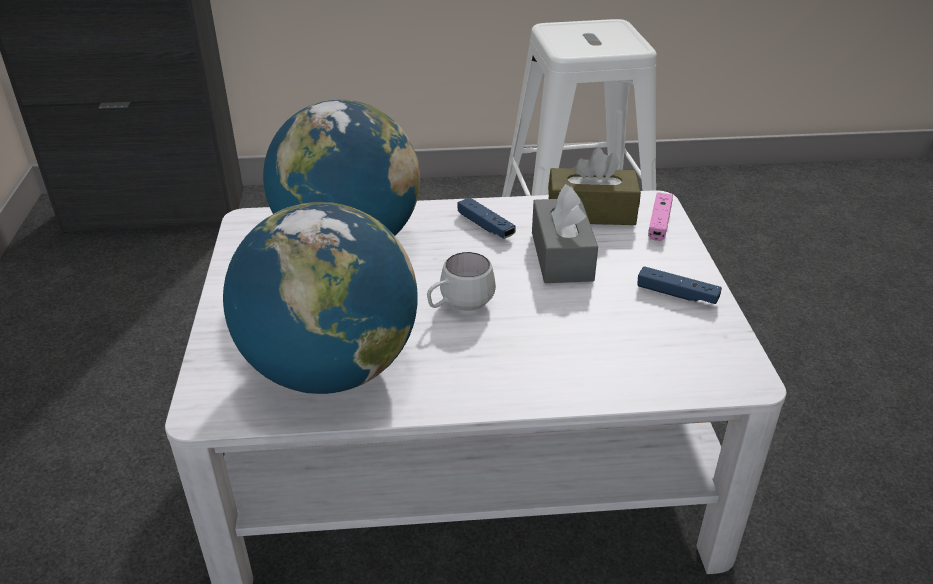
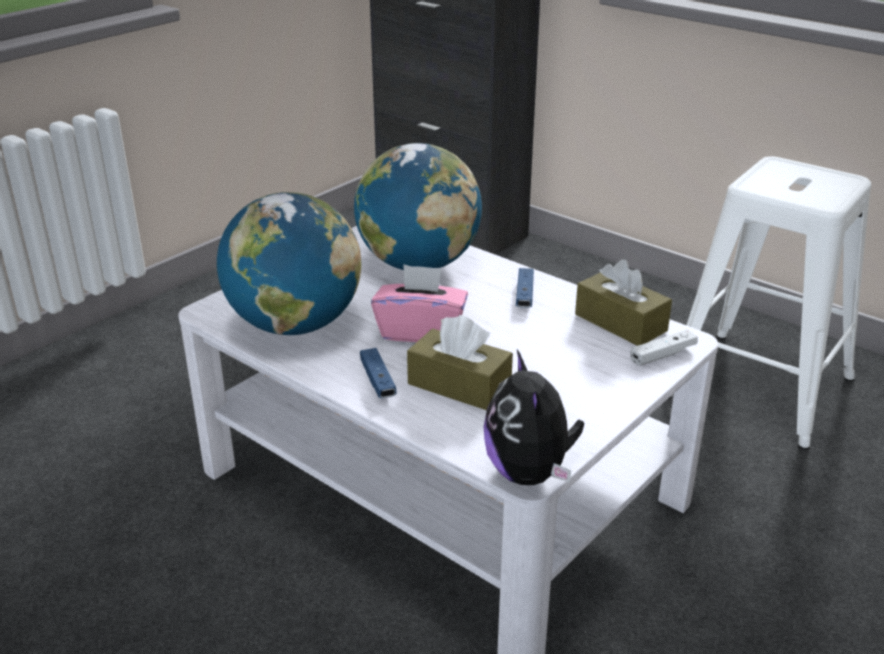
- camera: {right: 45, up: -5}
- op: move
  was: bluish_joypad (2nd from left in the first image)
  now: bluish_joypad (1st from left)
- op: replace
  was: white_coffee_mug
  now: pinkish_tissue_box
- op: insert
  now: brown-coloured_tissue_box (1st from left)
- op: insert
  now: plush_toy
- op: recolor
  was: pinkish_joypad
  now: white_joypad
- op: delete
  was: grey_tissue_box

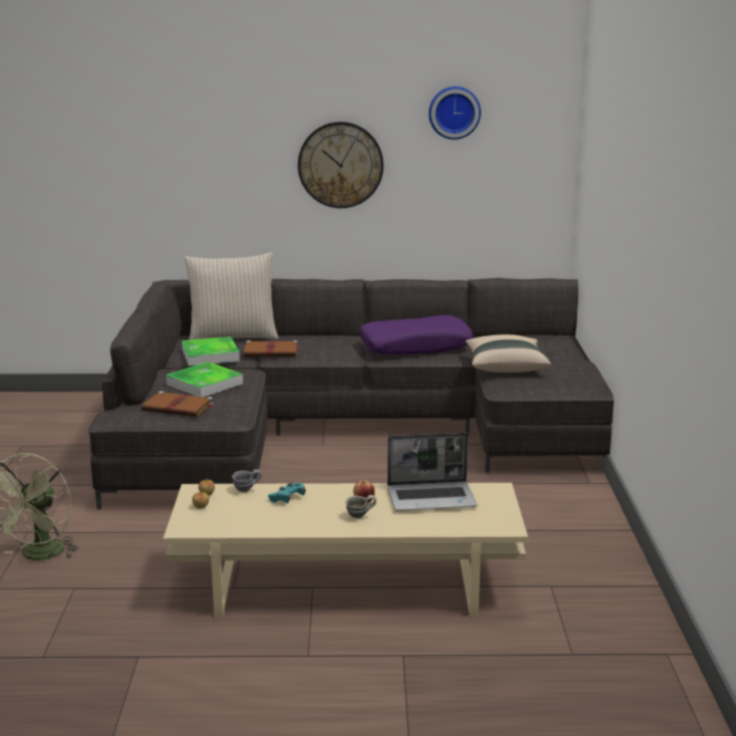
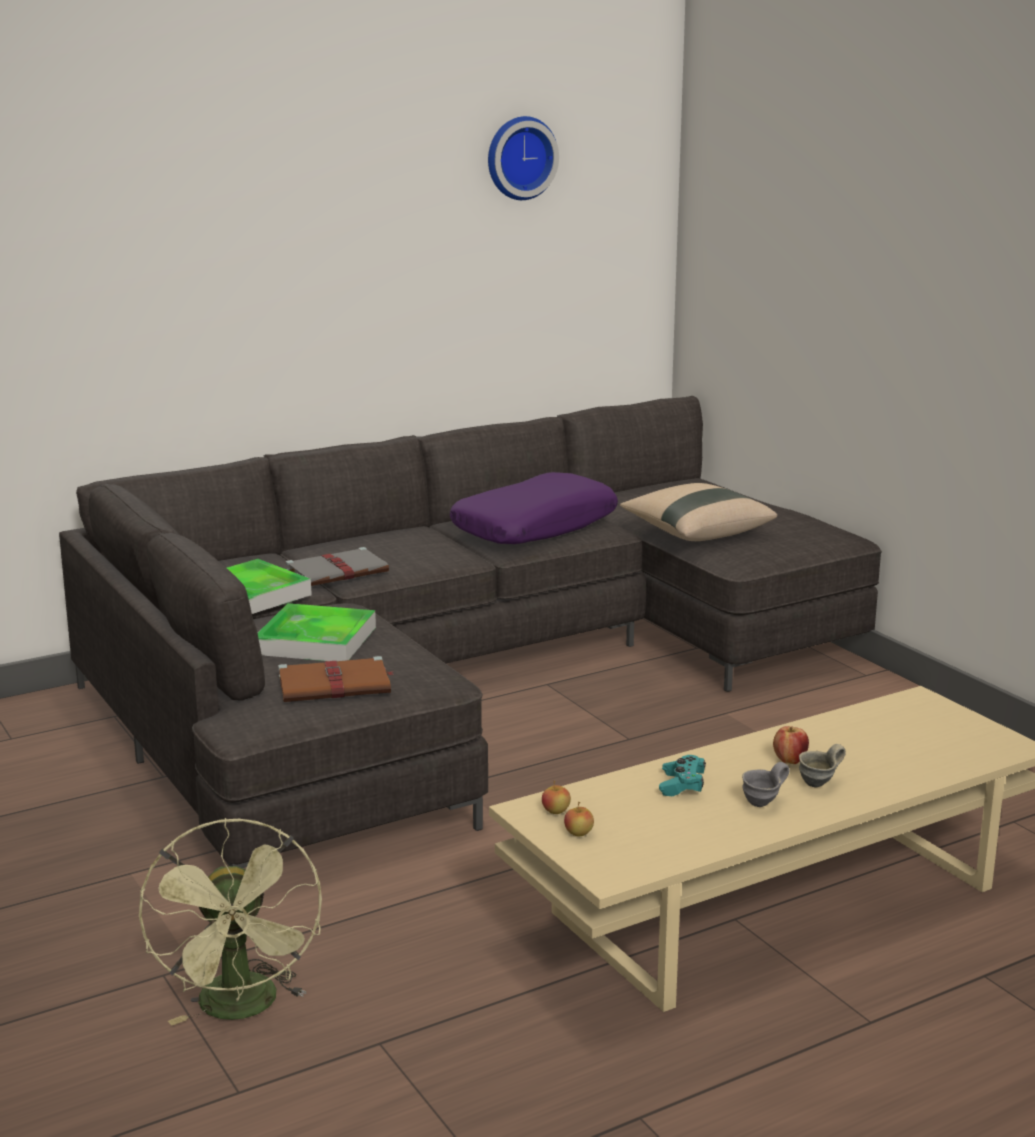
- camera: {right: -30, up: 0}
- op: recolor
  was: brown-coloured_bound_book (2nd from left)
  now: grey_bound_book
- op: move
  was: grey_coffee_mug (1st from left)
- op: delete
  was: beige-coloured_cushion (1st from left)
- op: delete
  was: clock_on_the_wall (1st from left)
- op: delete
  was: laptop

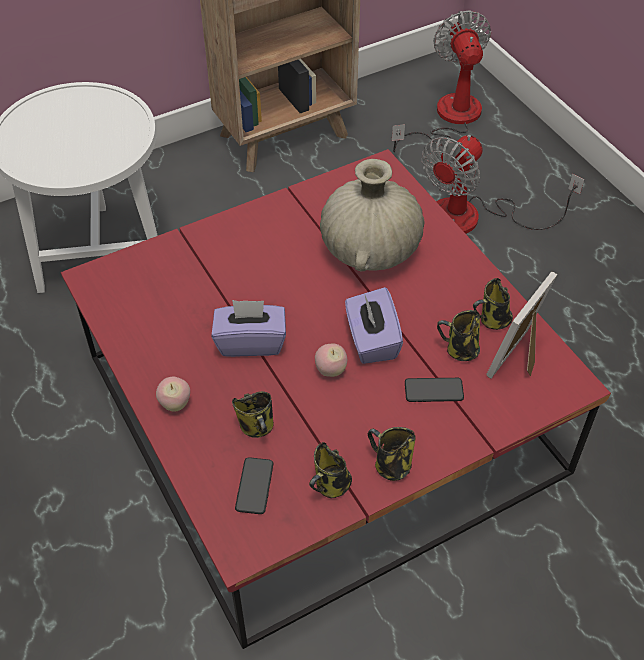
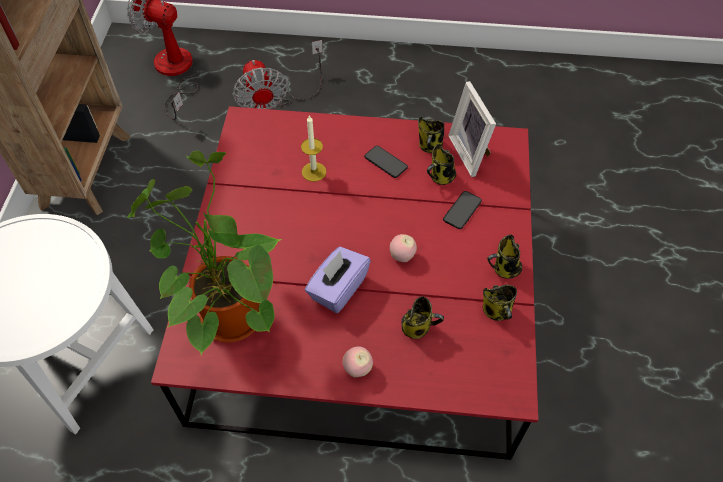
- camera: {right: -55, up: 5}
- op: insert
  now: potted_plant
- op: replace
  was: beige-coloured_vase
  now: candle
- op: move
  was: telephone (1st from left)
- op: delete
  was: purplish_tissue_box (2nd from left)

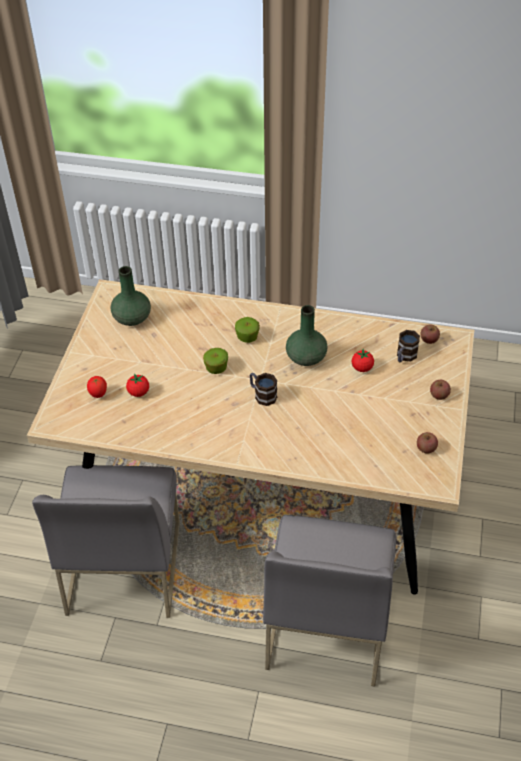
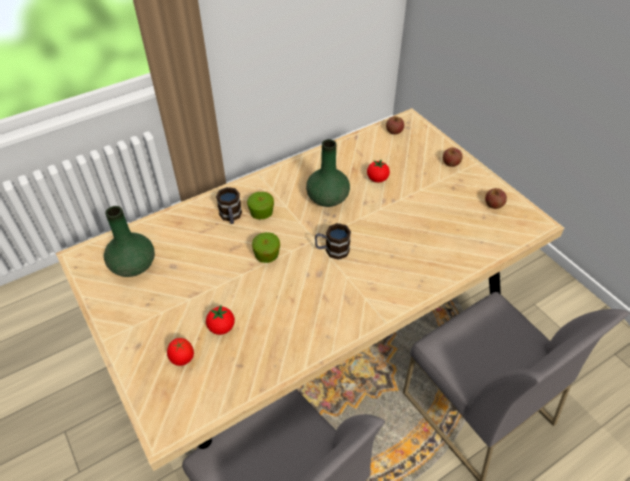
- camera: {right: -45, up: 0}
- op: move
  was: coffee_mug (2nd from left in the first image)
  now: coffee_mug (1st from left)

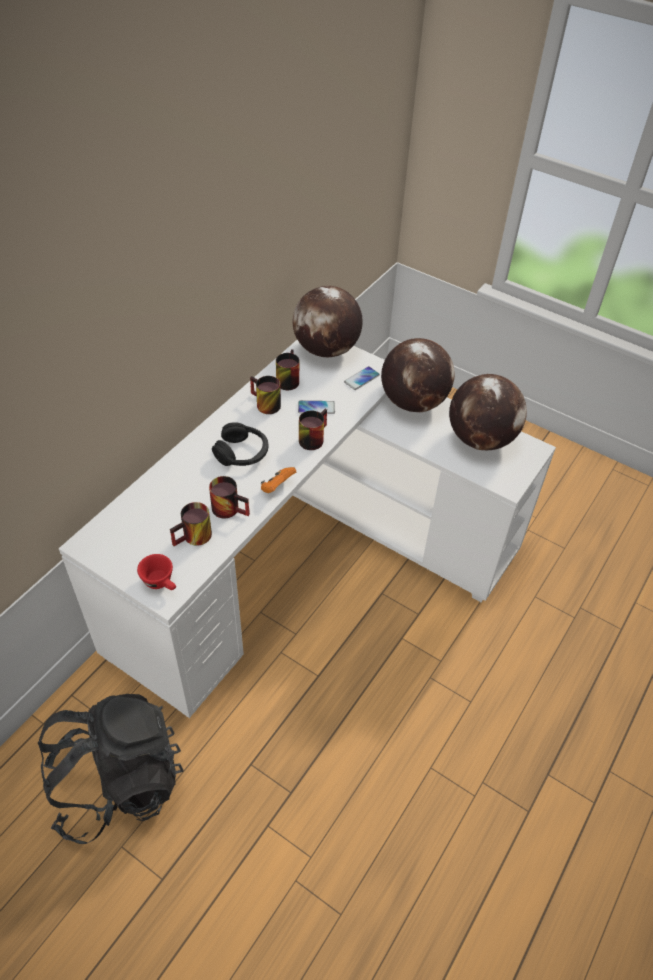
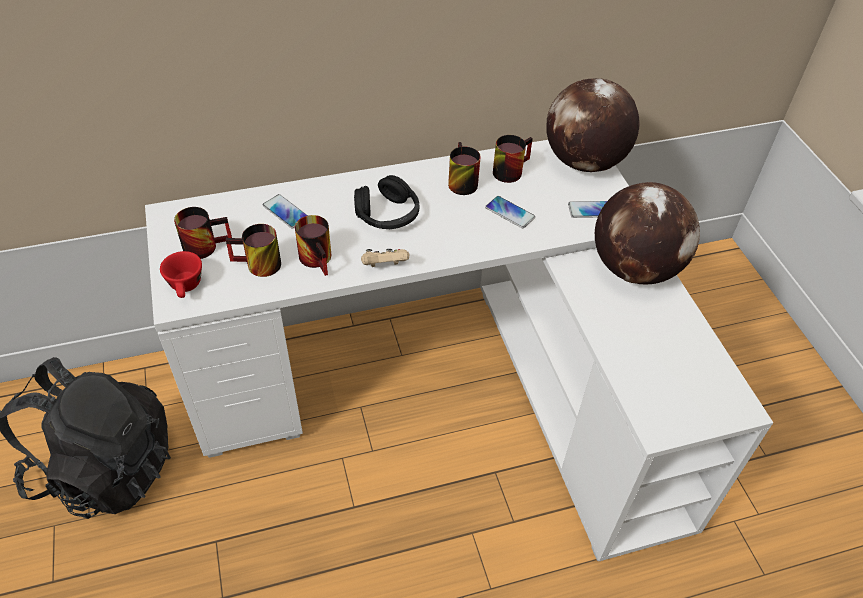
- camera: {right: 40, up: 0}
- op: move
  was: coffee_mug (5th from left in the first image)
  now: coffee_mug (1st from left)
- op: insert
  now: telephone (1st from left)
- op: recolor
  was: orange-coloured_joypad
  now: beige-coloured_joypad
- op: delete
  was: world_globe (3rd from left)

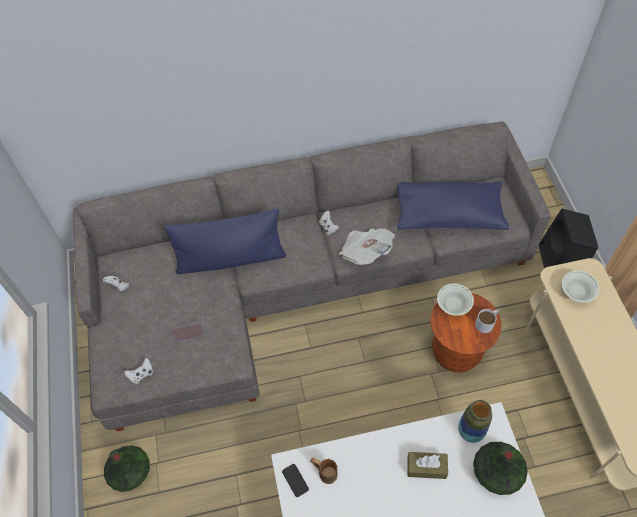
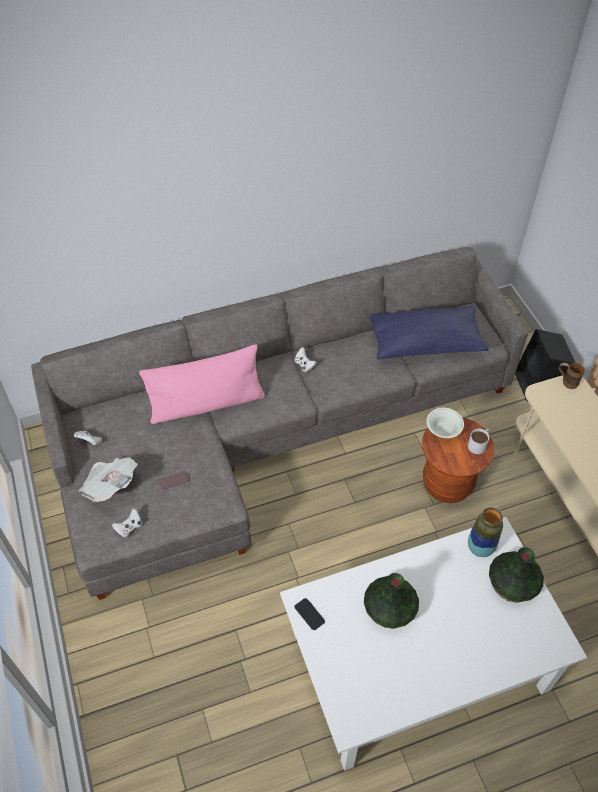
- camera: {right: -10, up: -5}
- op: move
  was: newspaper
- op: recolor
  was: bluish_cushion (1st from left)
  now: pinkish_cushion
- op: move
  was: vase (1st from left)
- op: move
  was: brown-coloured_coffee_mug
- op: delete
  was: brown-coloured_tissue_box
- op: delete
  was: white_deep_dish (2nd from left)

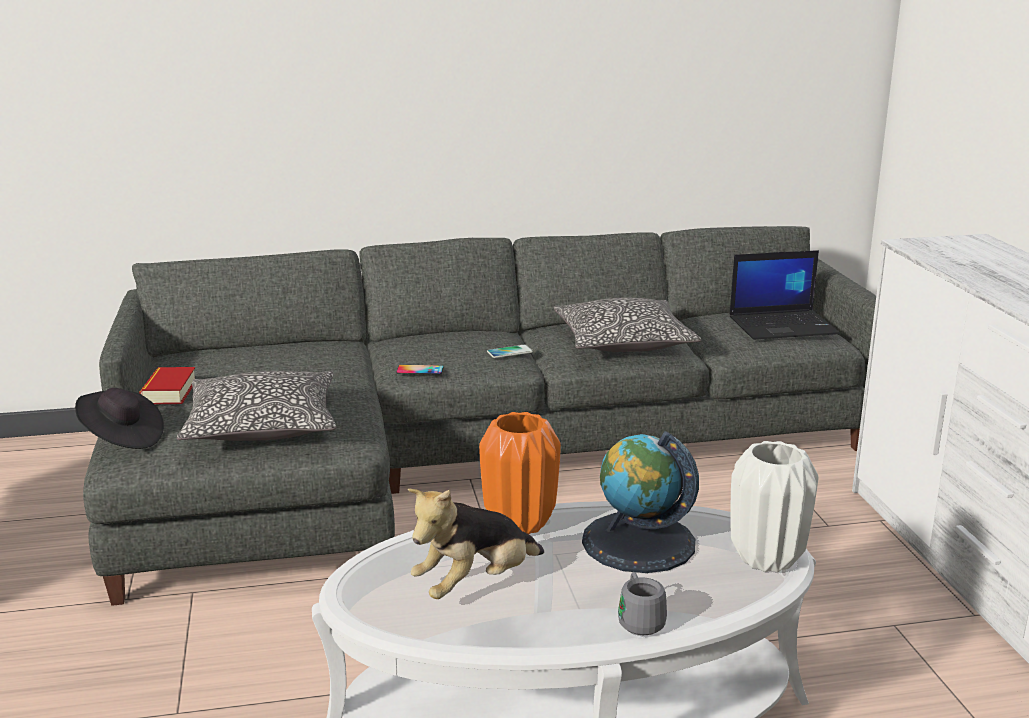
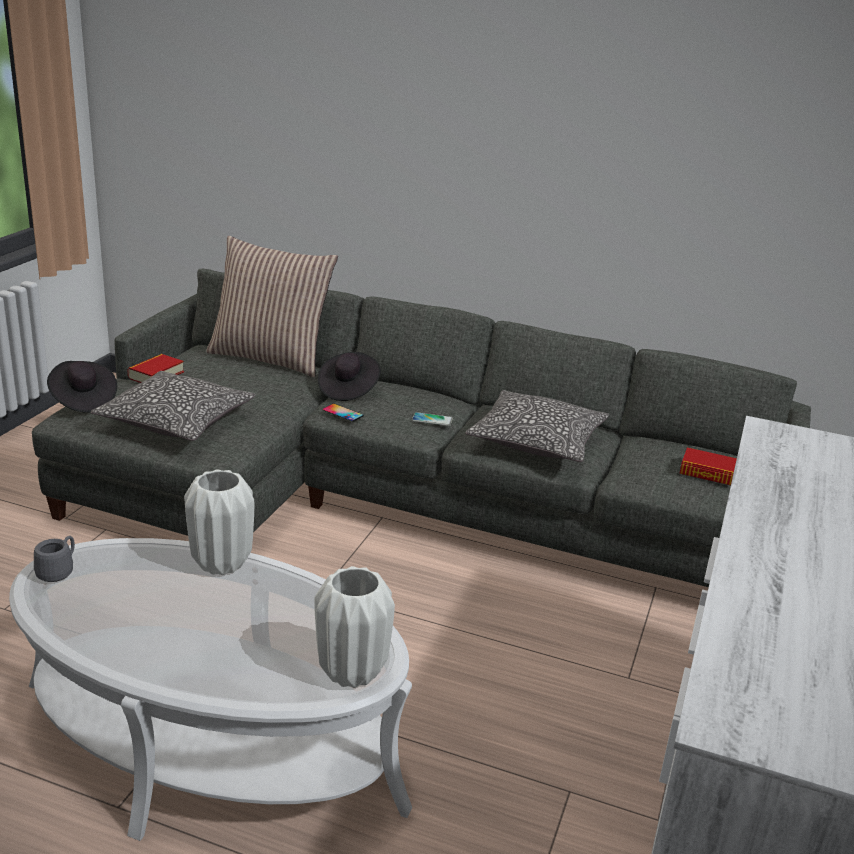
- camera: {right: 30, up: 5}
- op: move
  was: grey_coffee_mug
- op: recolor
  was: orange-coloured_vase
  now: white_vase (1st from left)
- op: insert
  now: cushion (2nd from left)
- op: insert
  now: blackish_hat (2nd from left)
- op: replace
  was: laptop
  now: bound_book (2nd from left)
- op: delete
  was: plush_toy
- op: delete
  was: world_globe

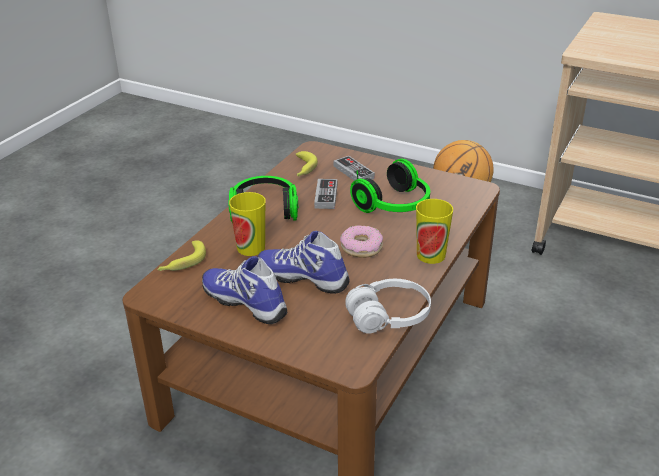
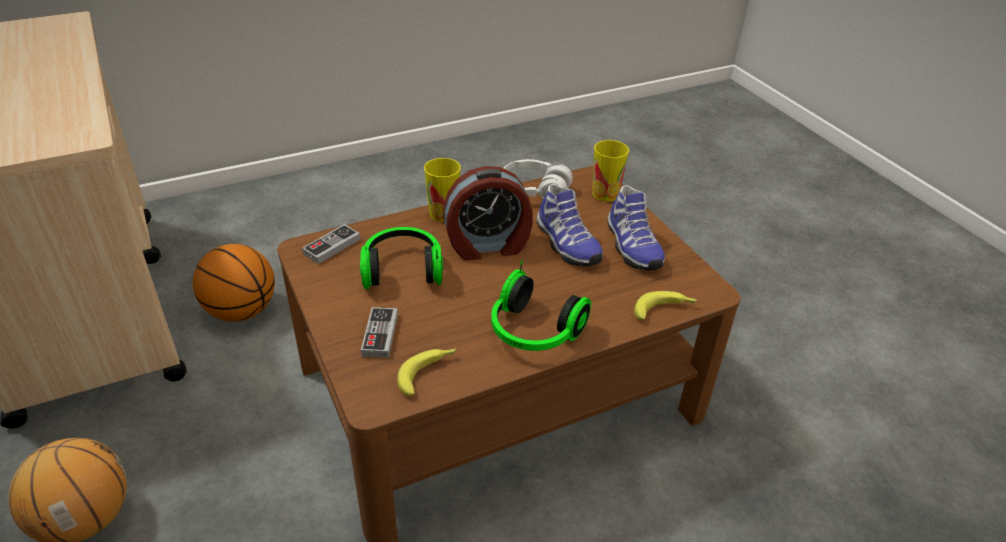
- camera: {right: -145, up: 5}
- op: insert
  now: basketball (2nd from left)
- op: move
  was: joypad (1st from left)
- op: replace
  was: doughnut
  now: alarm_clock
- op: move
  was: drinking_cup (1st from left in the first image)
  now: drinking_cup (2nd from left)

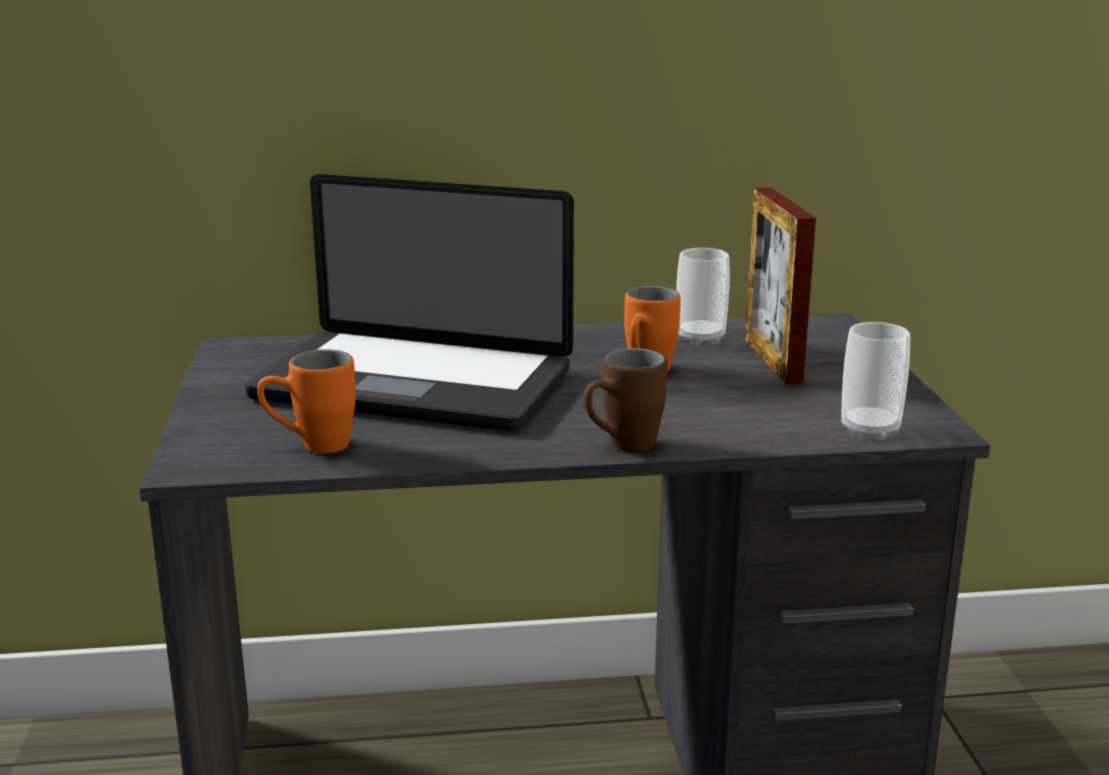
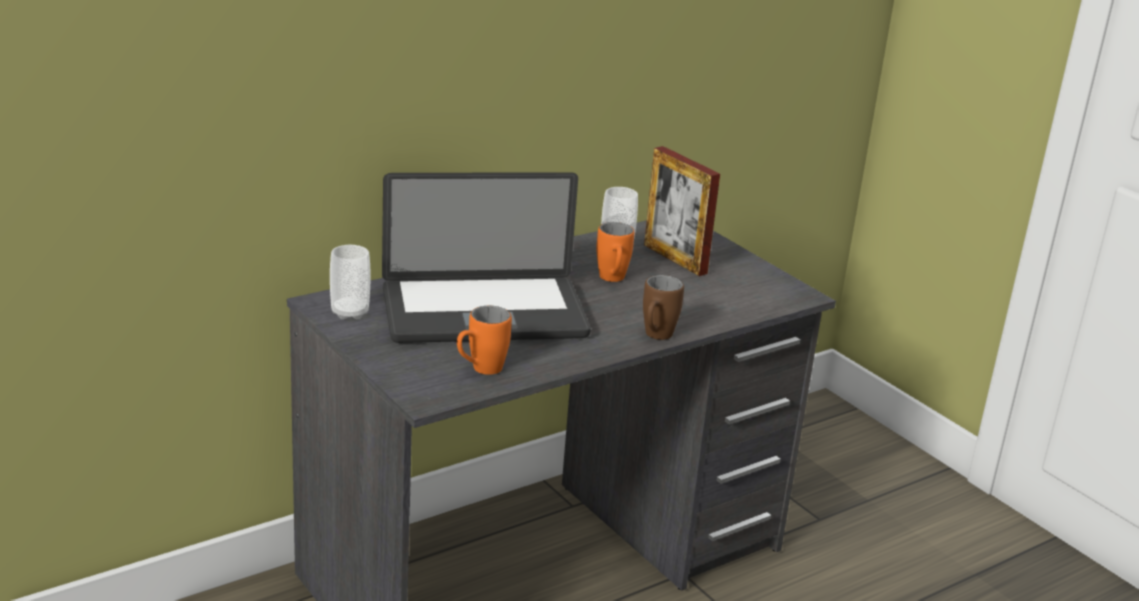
- camera: {right: -30, up: 5}
- op: move
  was: drinking_cup (2nd from left in the first image)
  now: drinking_cup (1st from left)

